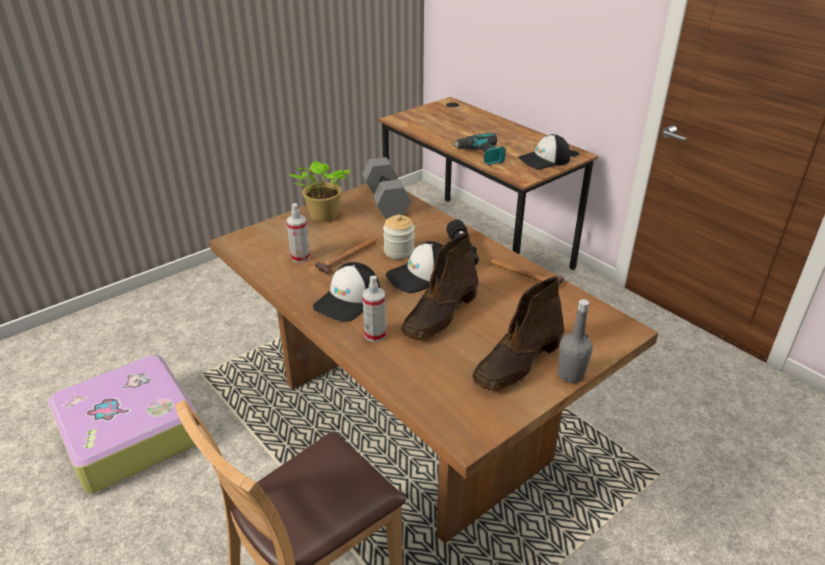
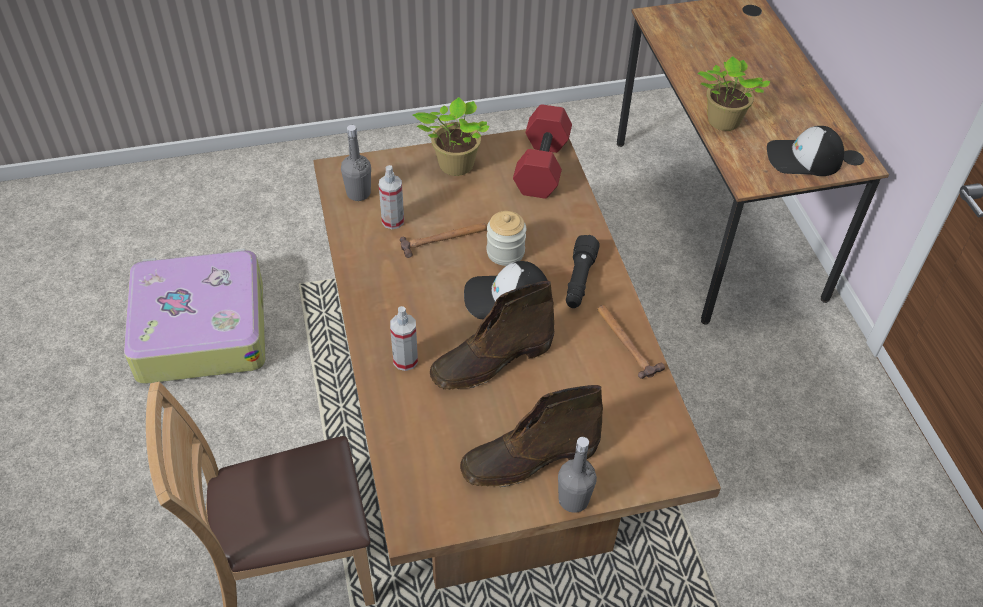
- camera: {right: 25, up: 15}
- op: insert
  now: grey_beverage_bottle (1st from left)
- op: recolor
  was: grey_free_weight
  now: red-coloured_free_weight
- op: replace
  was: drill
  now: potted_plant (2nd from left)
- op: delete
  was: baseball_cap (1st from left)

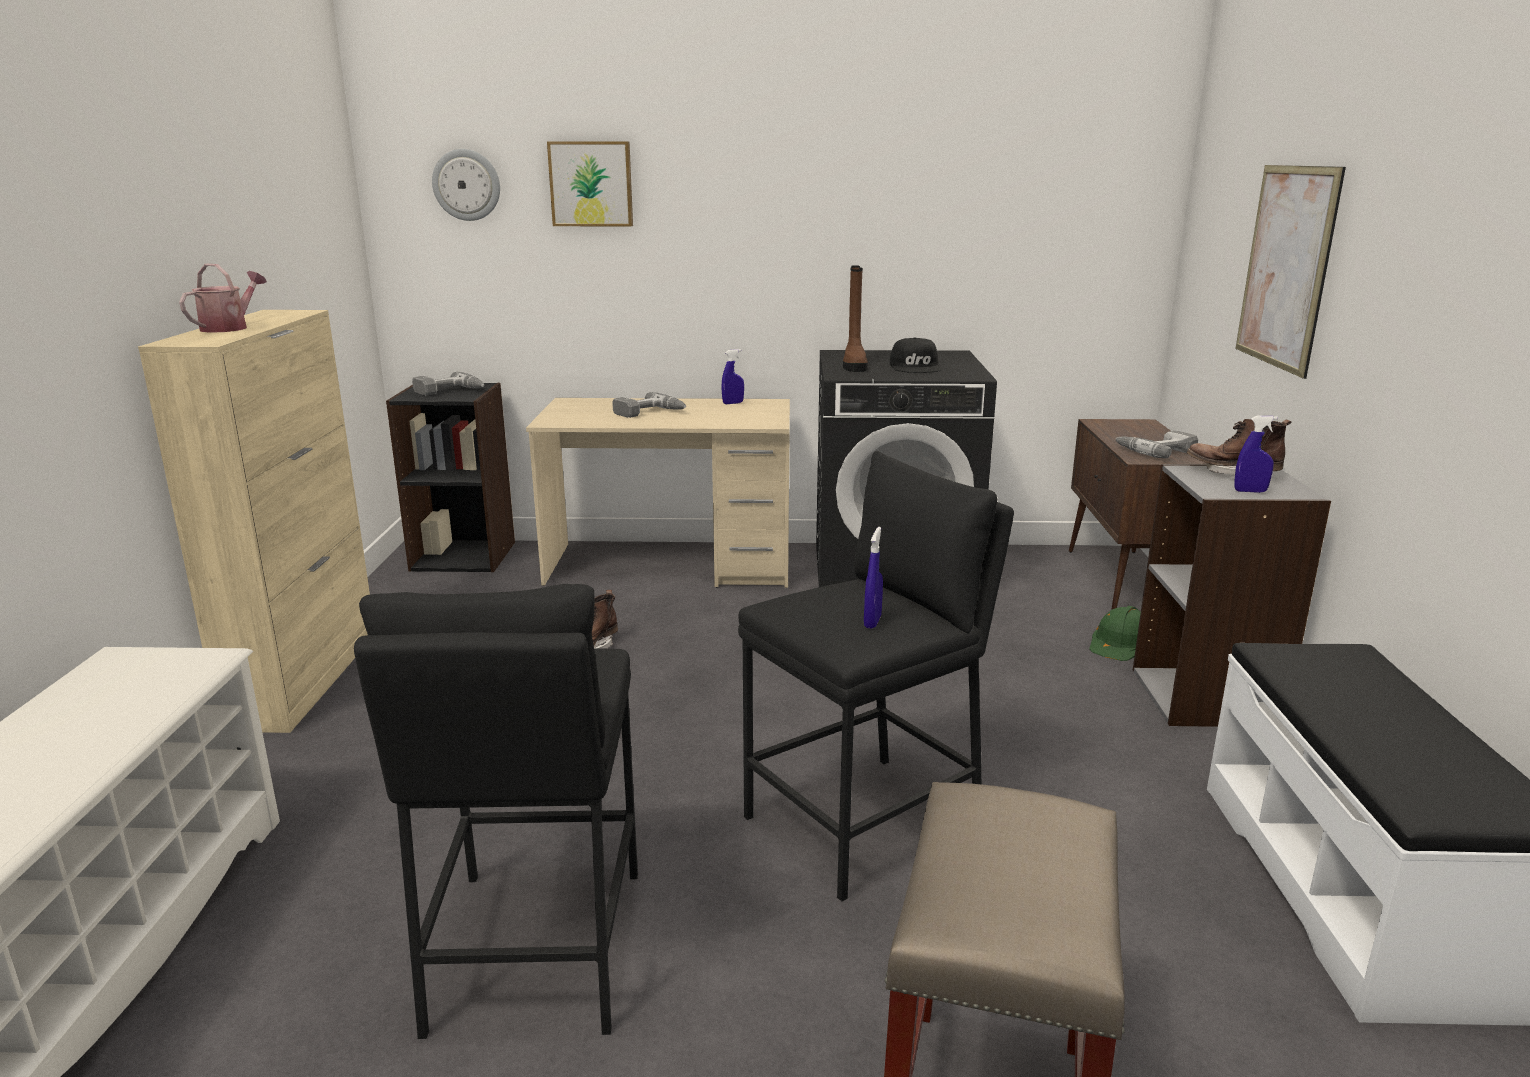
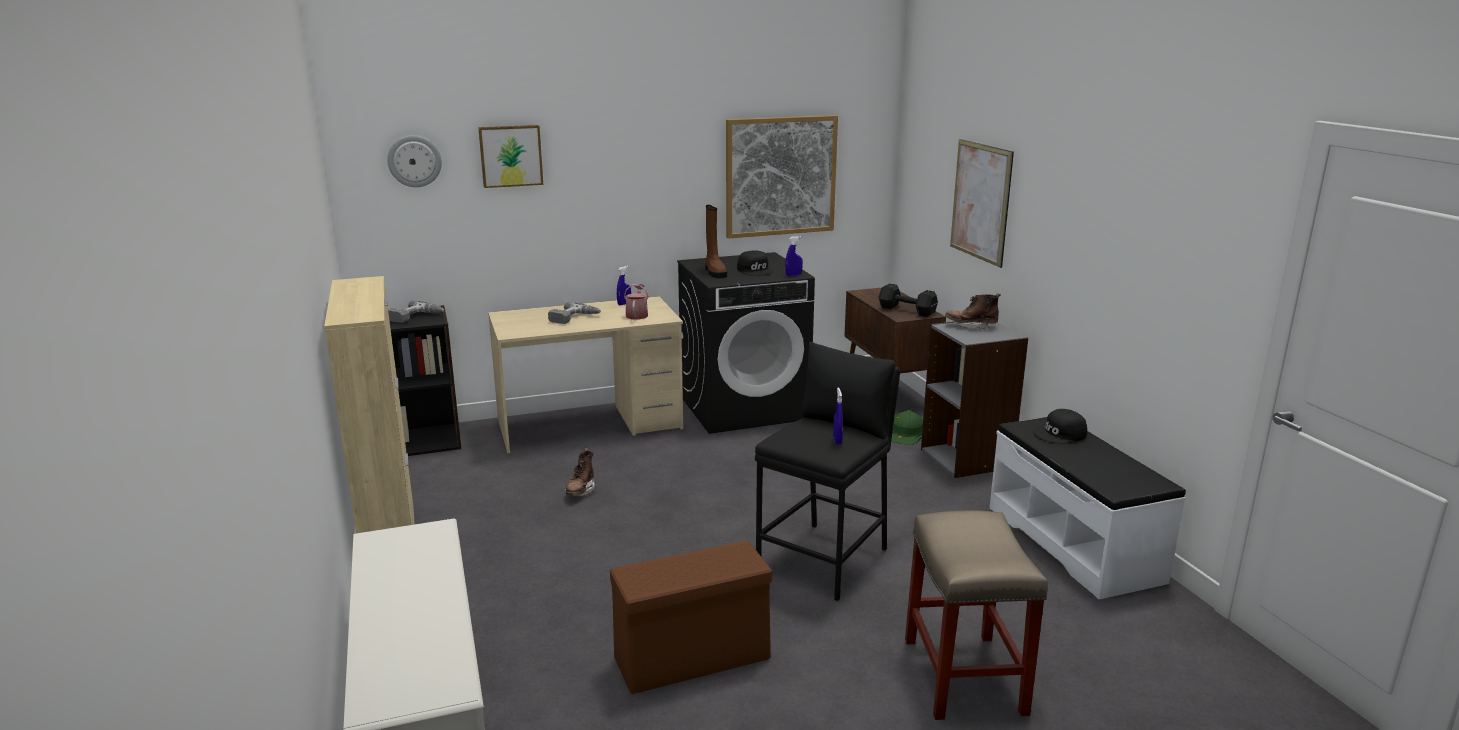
- camera: {right: -20, up: 0}
- op: replace
  was: blackish_stool_seat (1st from left)
  now: brown-coloured_storage_bin
- op: move
  was: sprinkling_can
- op: insert
  now: wall_art (2nd from left)
- op: move
  was: bluish_hand_sprayer (3rd from left in the first image)
  now: bluish_hand_sprayer (2nd from left)
- op: replace
  was: drill (3rd from left)
  now: blackish_free_weight
- op: insert
  now: blackish_baseball_cap (2nd from left)

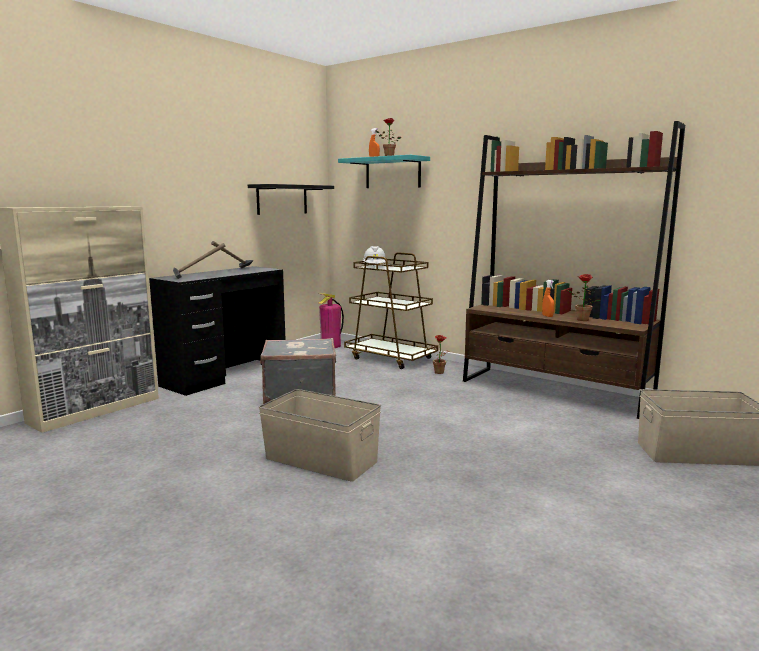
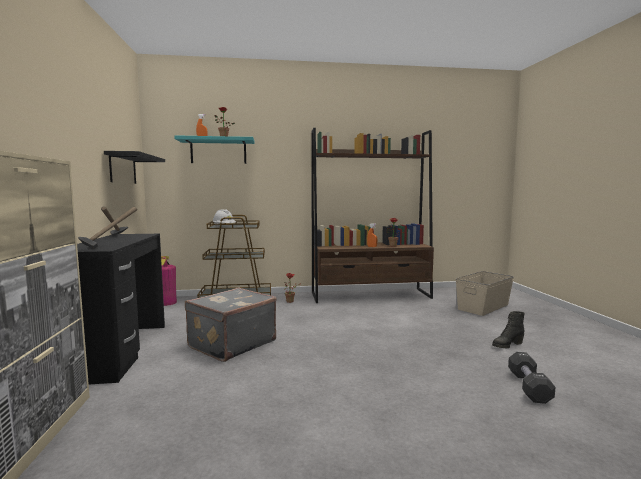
- camera: {right: -45, up: -5}
- op: insert
  now: blackish_tall_boot
- op: insert
  now: blackish_free_weight
- op: delete
  was: beige-coloured_storage_bin (1st from left)

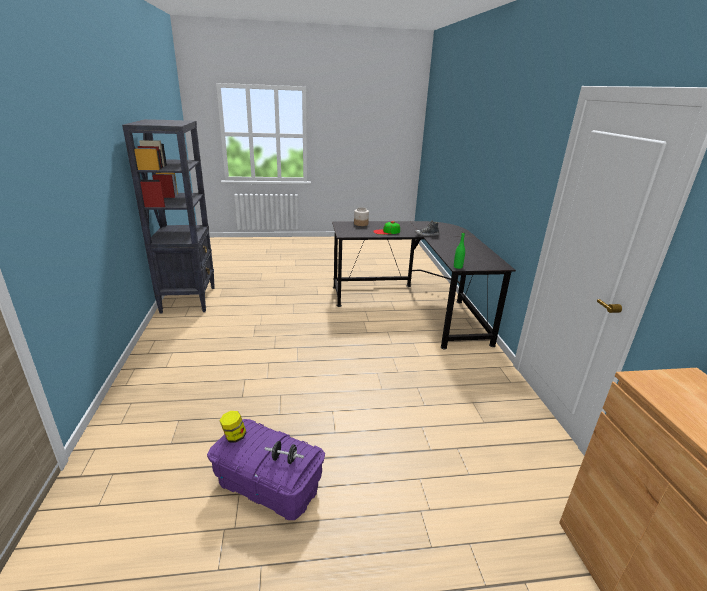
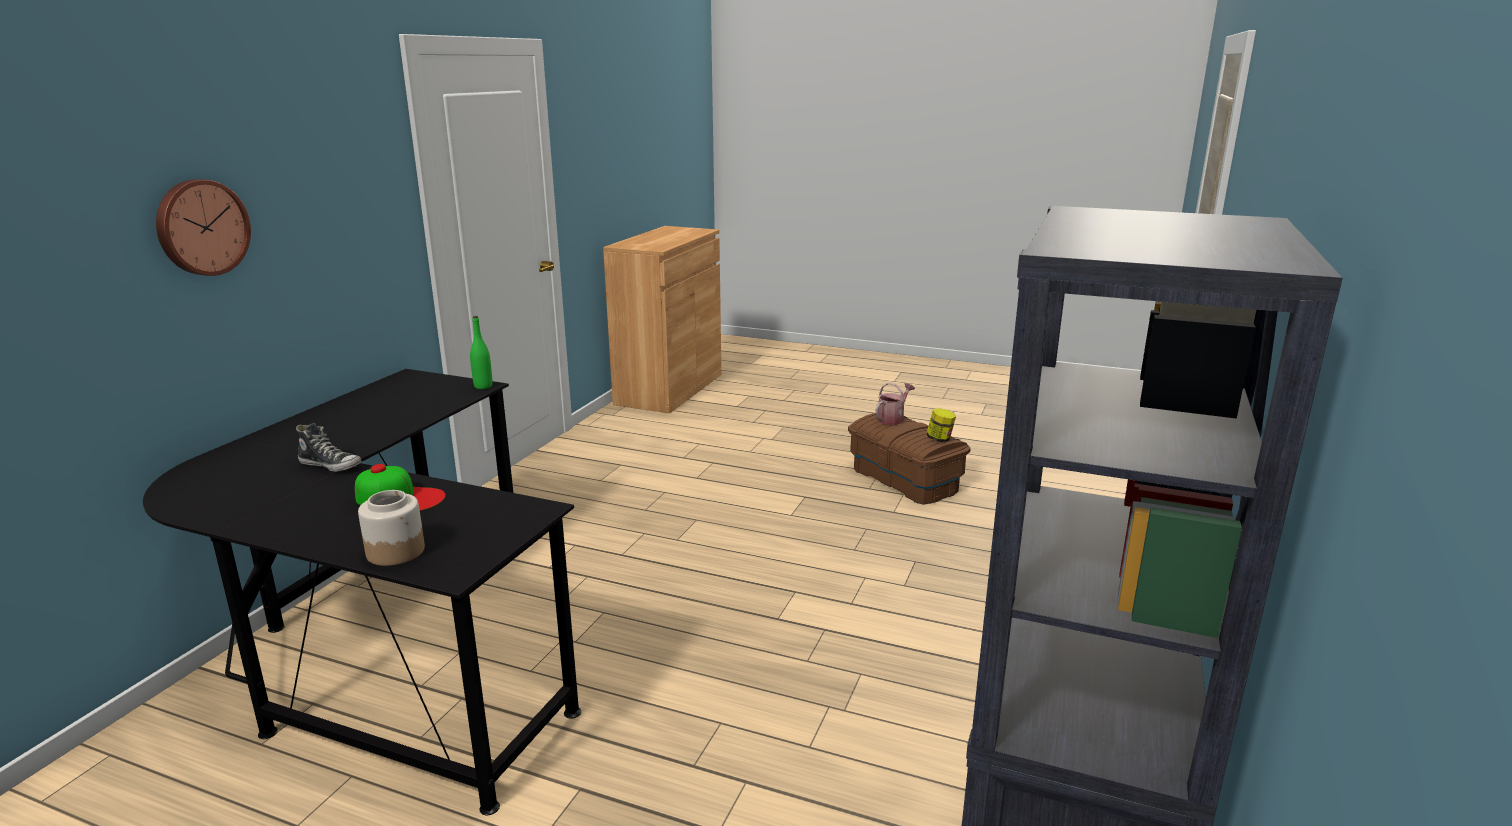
- camera: {right: -150, up: -5}
- op: insert
  now: clock_on_the_wall
- op: recolor
  was: purplish_storage_bin
  now: brown-coloured_storage_bin
- op: replace
  was: blackish_free_weight
  now: sprinkling_can

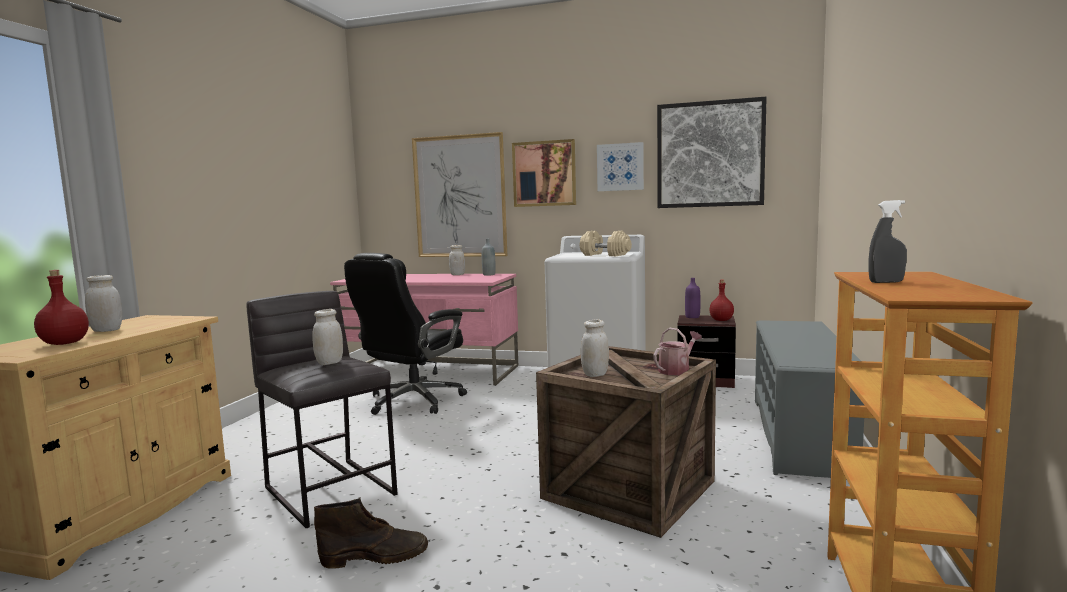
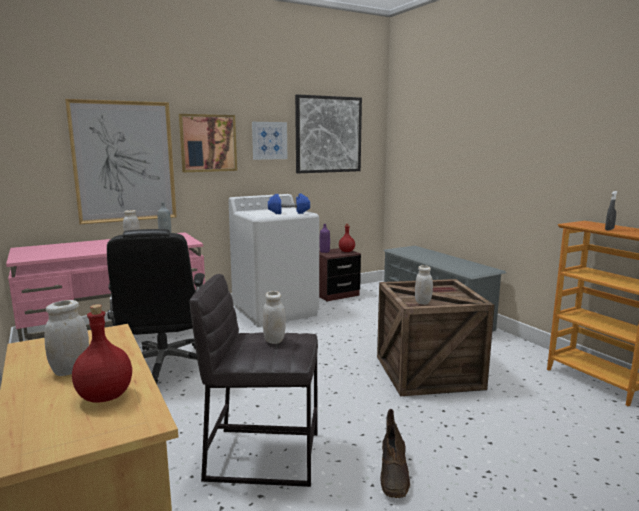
- camera: {right: -45, up: 5}
- op: recolor
  was: beige-coloured_free_weight
  now: bluish_free_weight
- op: rotate
  was: brown-coloured_tall_boot
  clockwise: 150
- op: delete
  was: sprinkling_can

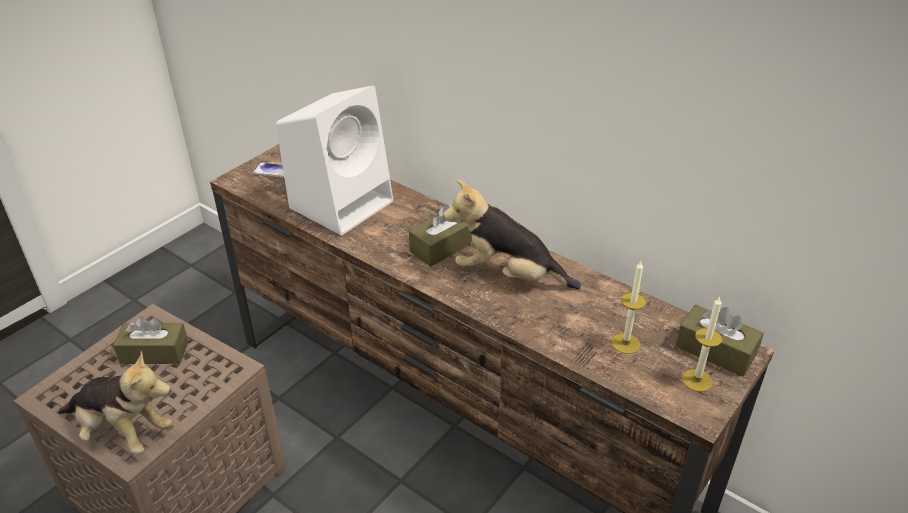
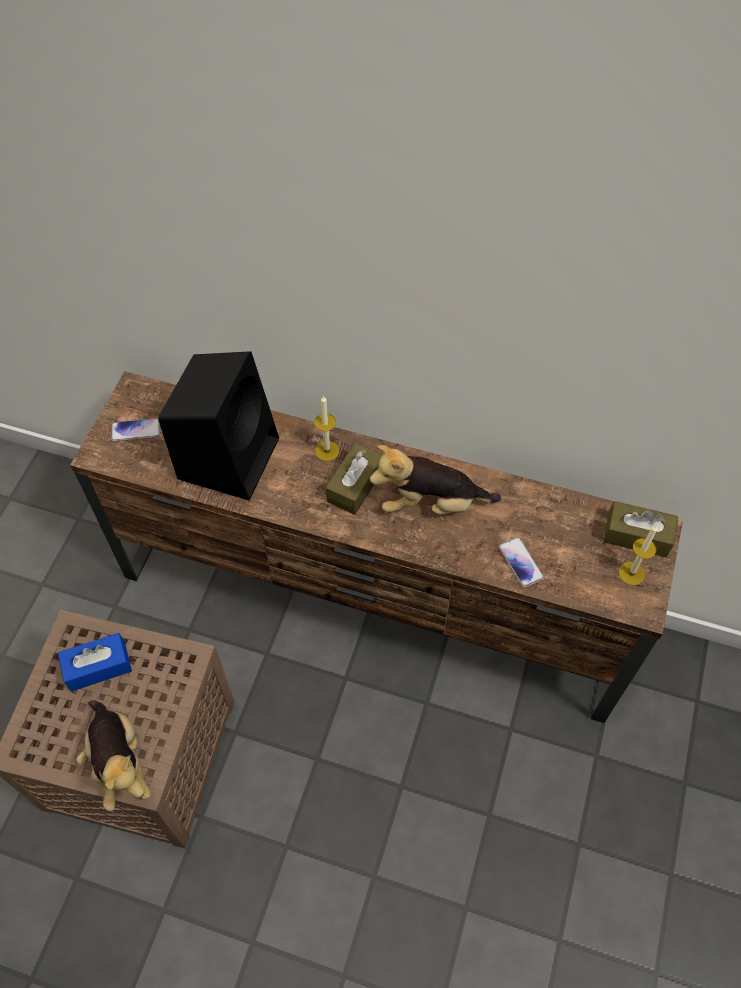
- camera: {right: -20, up: 20}
- op: recolor
  was: brown-coloured_tissue_box (1st from left)
  now: bluish_tissue_box
- op: rotate
  was: plush_toy (1st from left)
  clockwise: 60
- op: recolor
  was: white_loudspeaker
  now: blackish_loudspeaker
- op: move
  was: candle (1st from left)
- op: insert
  now: telephone (2nd from left)

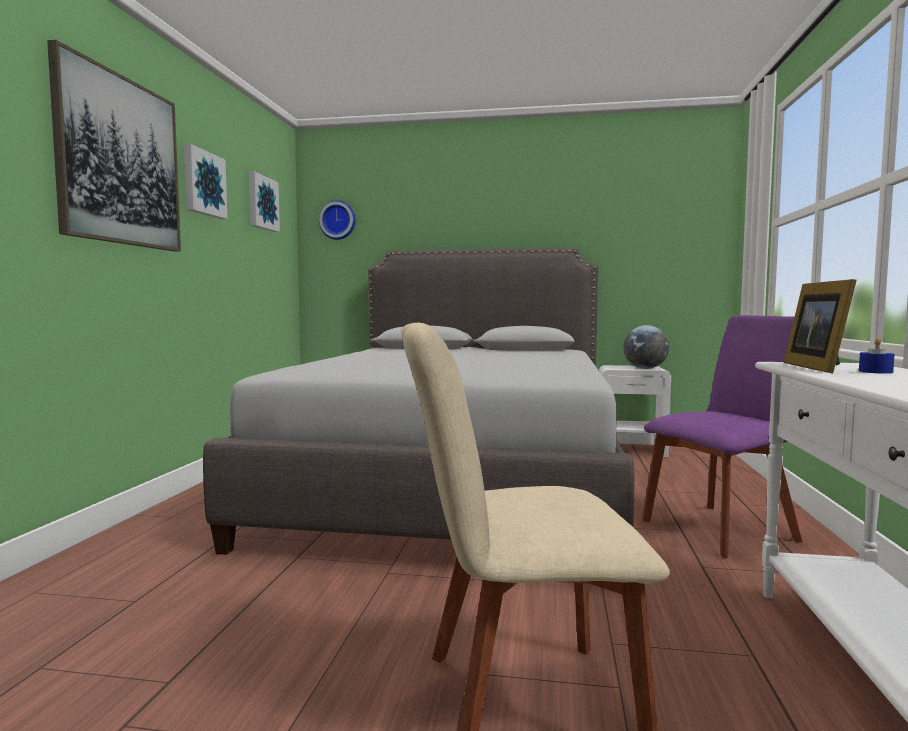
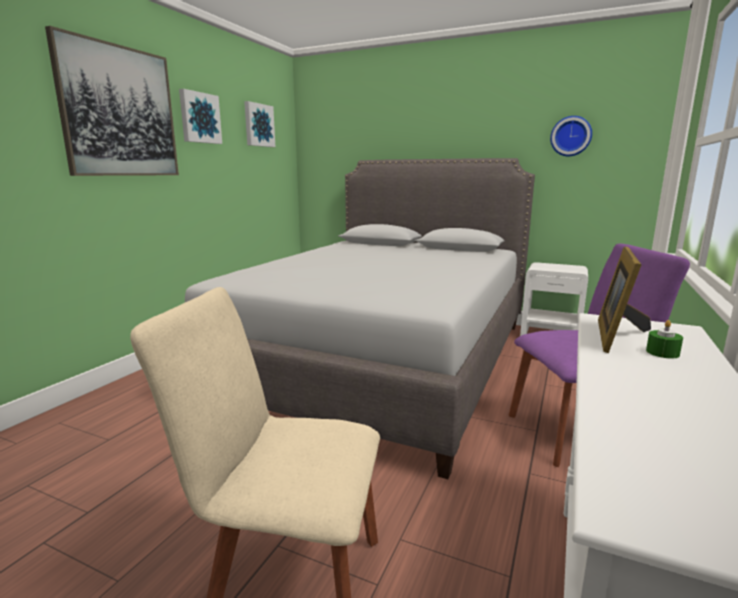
- camera: {right: 15, up: 10}
- op: move
  was: clock_on_the_wall
- op: recolor
  was: bluish_candle
  now: green_candle
- op: delete
  was: world_globe

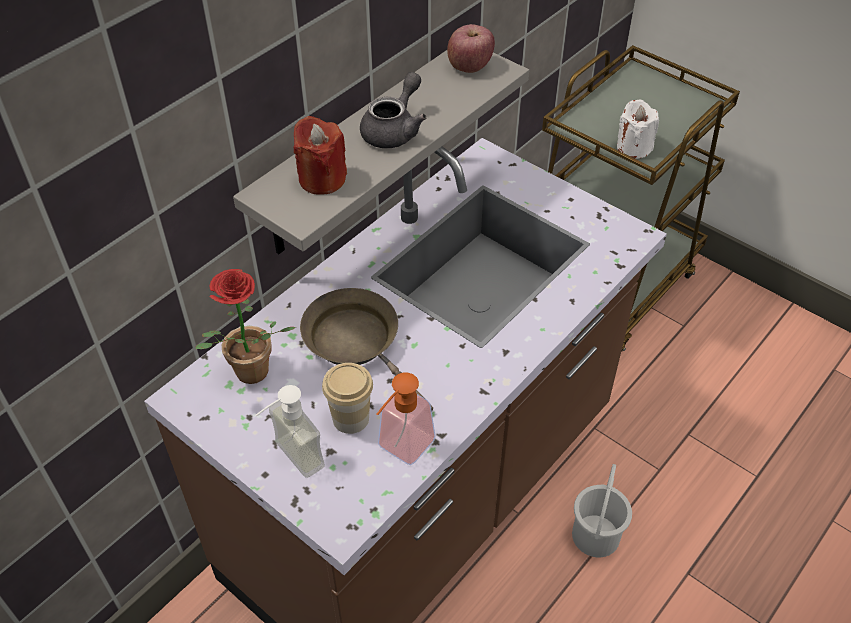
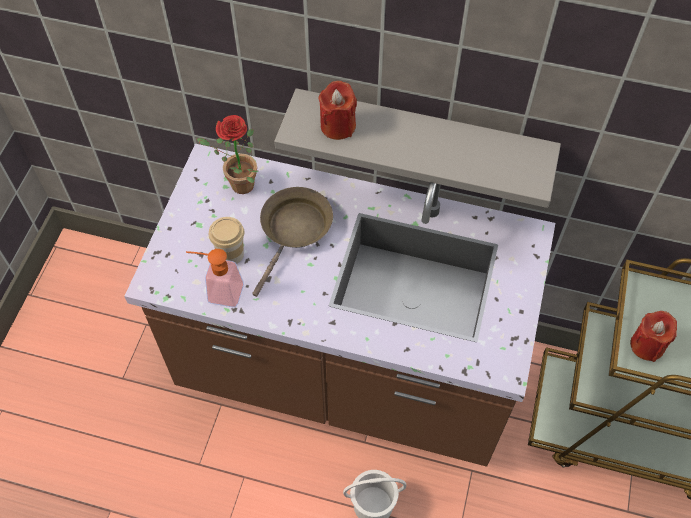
- camera: {right: 65, up: 10}
- op: recolor
  was: white_candle
  now: red-coloured_candle (2nd from left)
- op: delete
  was: liquid_soap_bottle (1st from left)
- op: delete
  was: grey_tea_pot
- op: delete
  was: whole_apple

